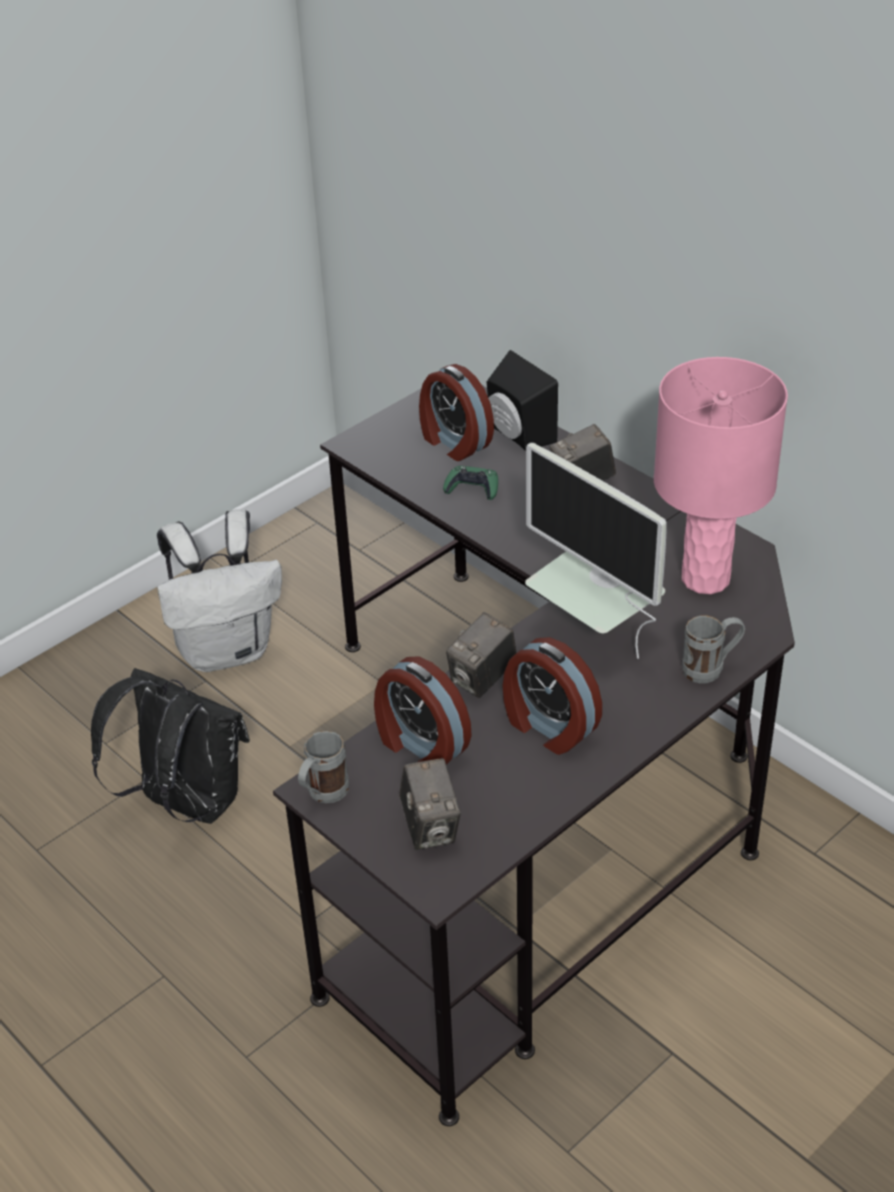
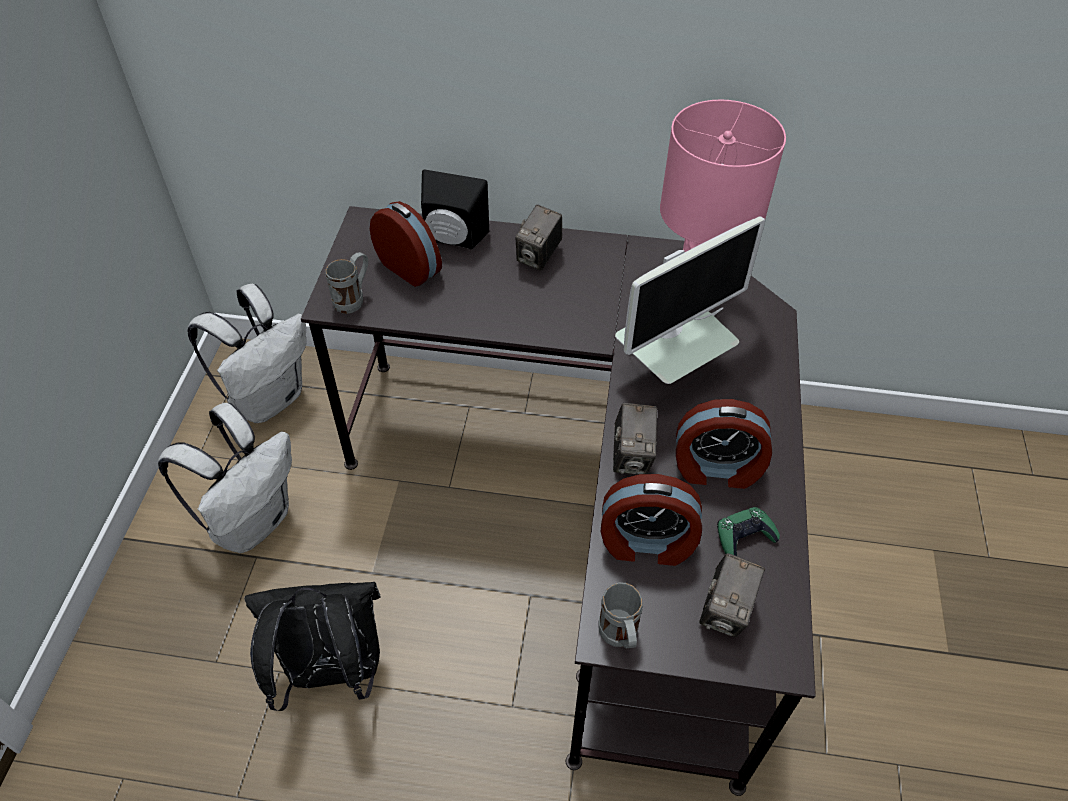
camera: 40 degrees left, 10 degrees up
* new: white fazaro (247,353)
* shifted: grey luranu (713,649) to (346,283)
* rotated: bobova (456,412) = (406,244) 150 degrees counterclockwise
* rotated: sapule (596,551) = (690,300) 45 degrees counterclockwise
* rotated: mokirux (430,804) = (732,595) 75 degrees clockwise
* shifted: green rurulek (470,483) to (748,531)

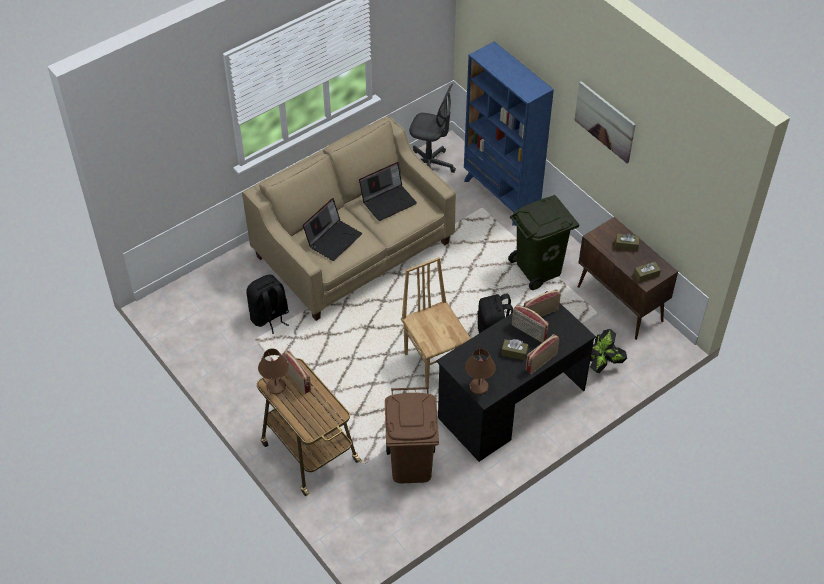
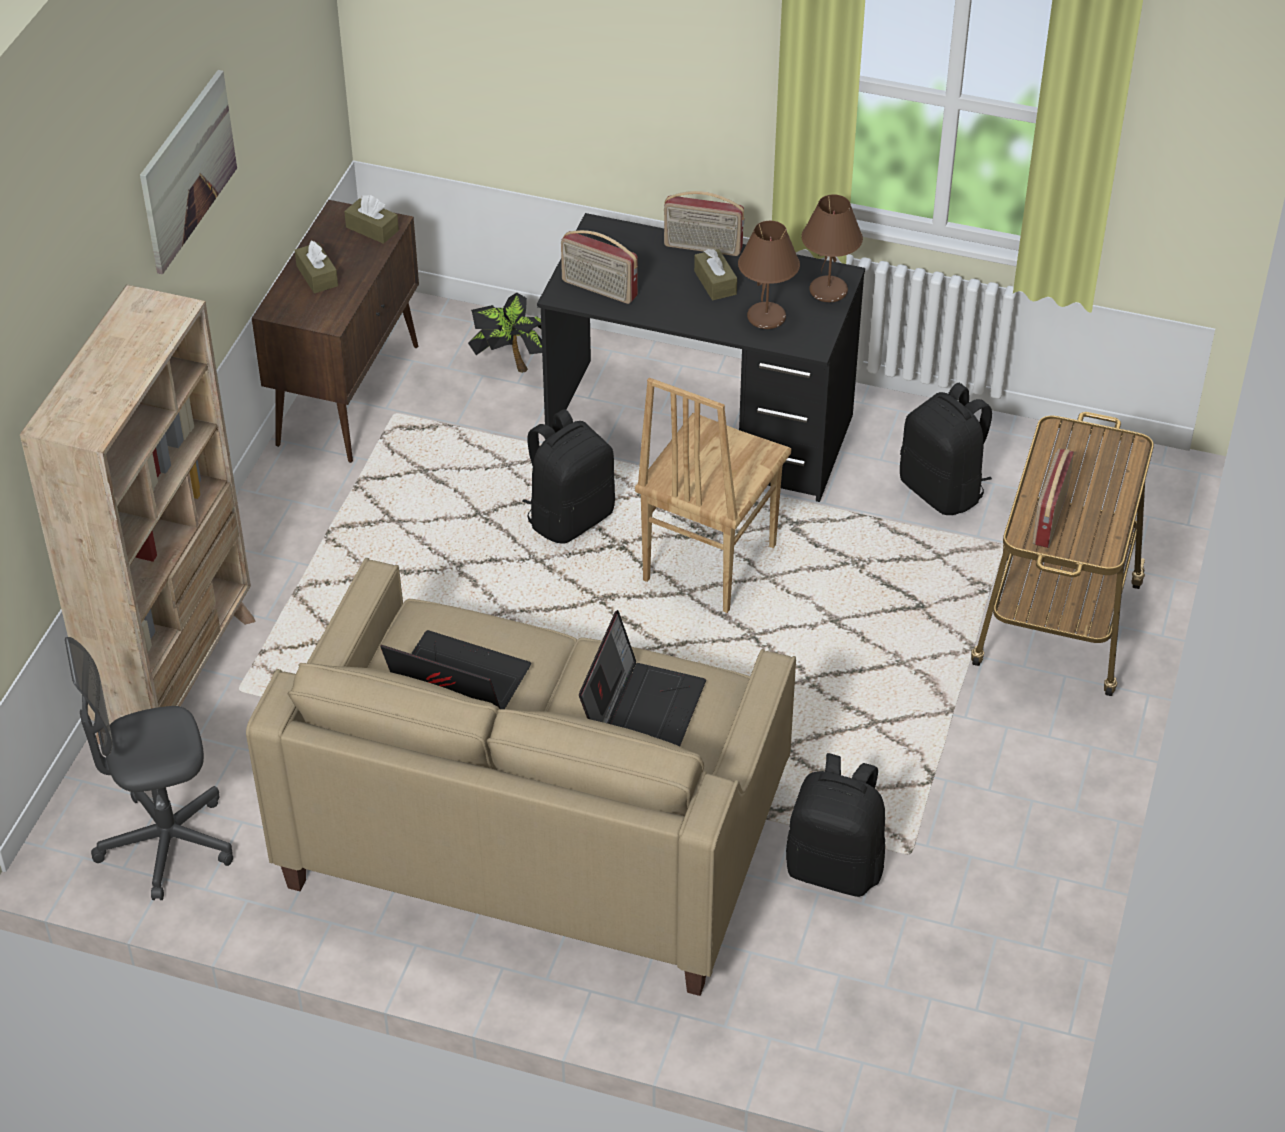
camera: 125 degrees left, 5 degrees down
* repainted: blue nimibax (509,133) to beige nimibax (137,514)
* rotated: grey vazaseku (432,128) = (149,768) 90 degrees counterclockwise
* rotated: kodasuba (332,229) = (642,678) 105 degrees clockwise
* shifted: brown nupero (273,371) to (769,275)
* swapped: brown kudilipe (412,435) to black fazaro (946,449)
* gone: green kudilipe (543,242)
* gone: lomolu (530,324)

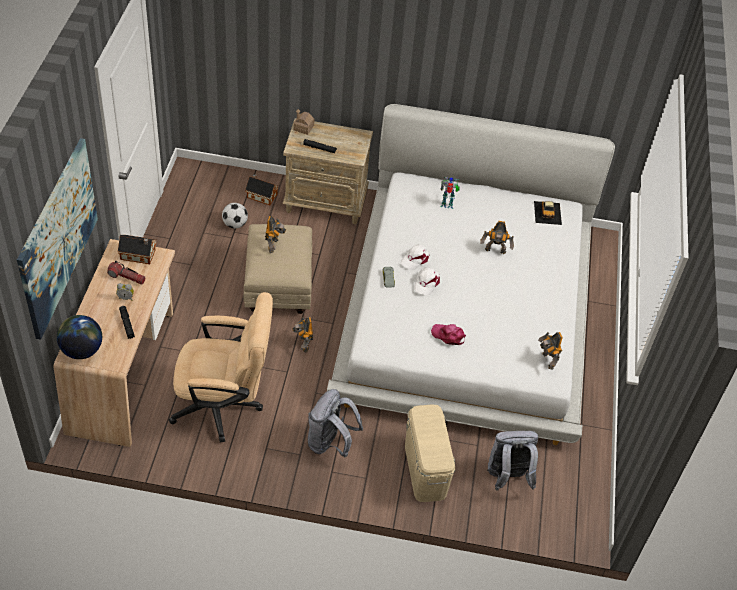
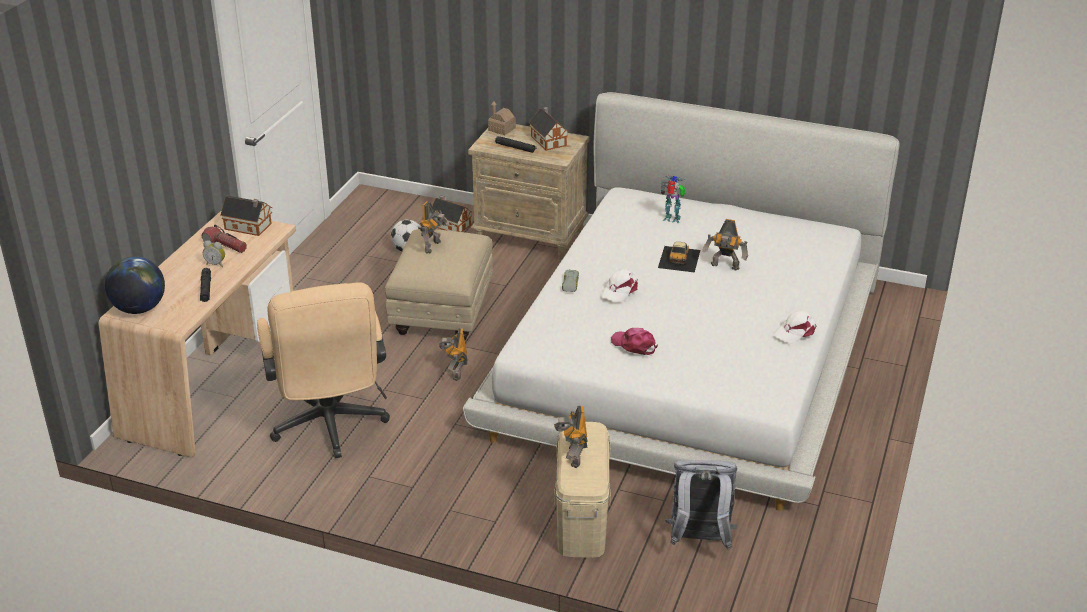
camera: 15 degrees right, 15 degrees down
* rotated: beige vazaseku (221,367) = (323,370) 60 degrees clockwise
* new: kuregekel (548,129)
* shifted: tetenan (550,351) to (571,436)
* shifted: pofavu (548,213) to (679,257)
* shifted: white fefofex (415,257) to (794,327)
* gone: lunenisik (57,239)
* gone: grey fazaro (335,423)

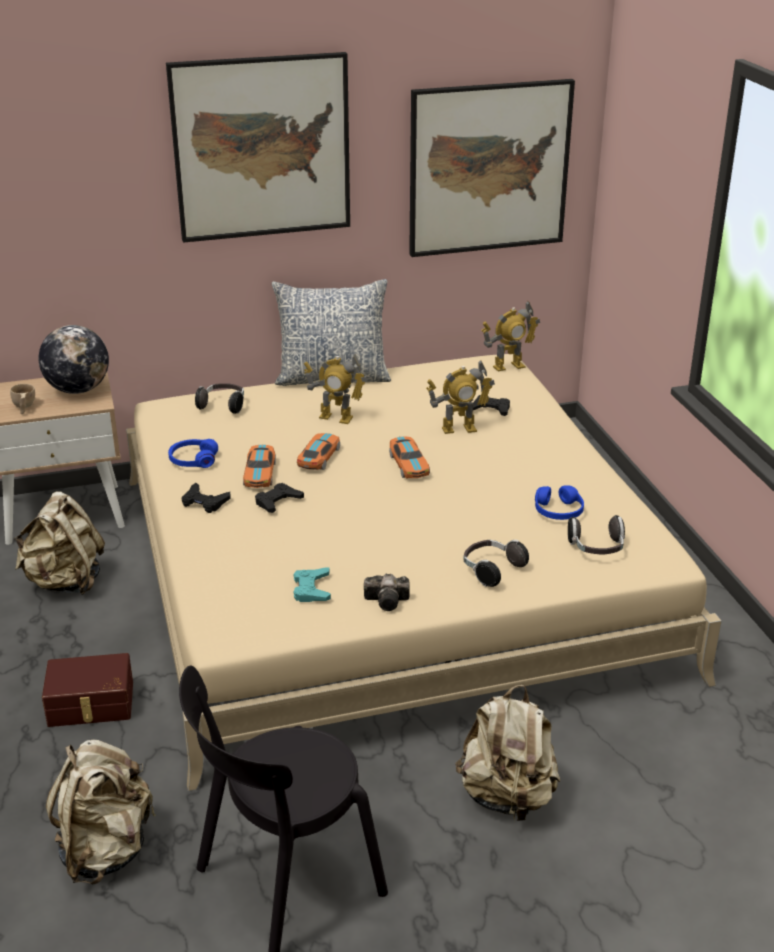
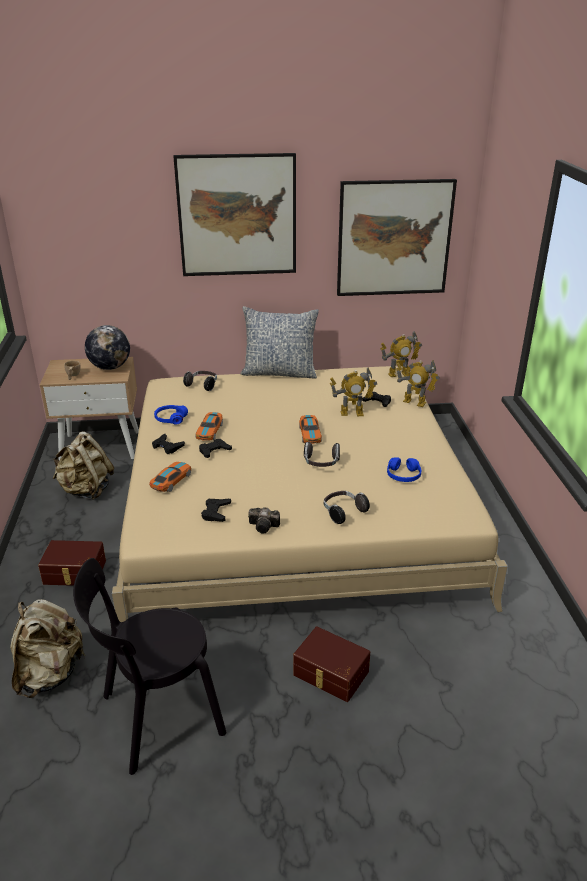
camera: 10 degrees right, 0 degrees up
* shifted: pofavu (318,451) to (170,477)
* repainted: turquoise rurulek (312,585) to black rurulek (216,510)
* swapped: beige fazaro (507,754) to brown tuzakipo (331,664)
* shifted: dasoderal (596,534) to (322,454)
* shifted: tetenan (335,389) to (418,383)

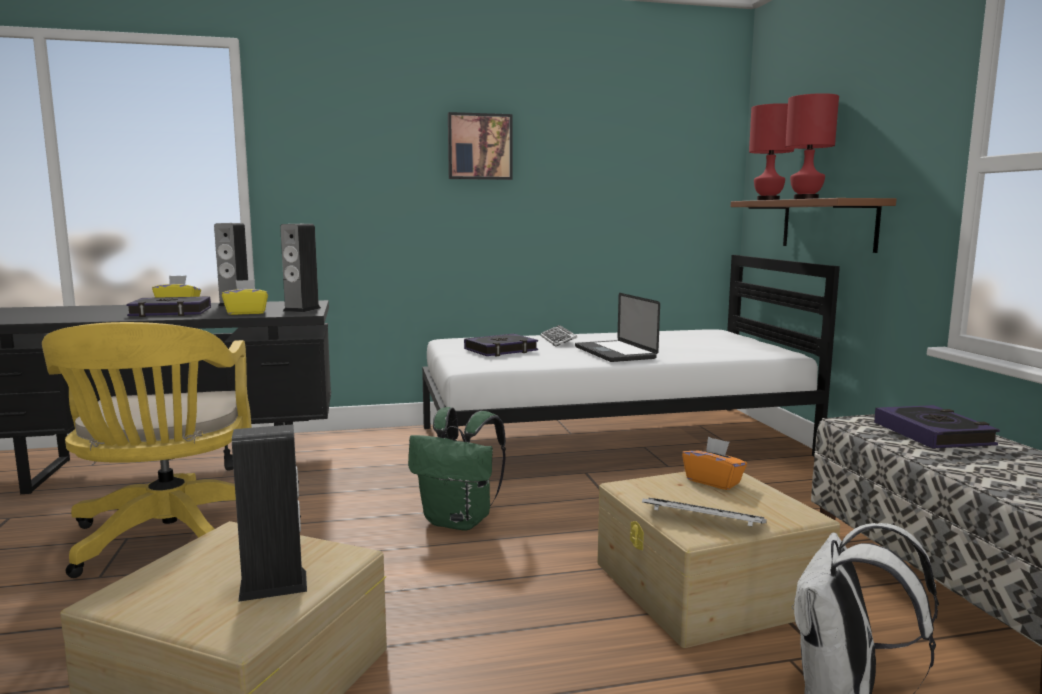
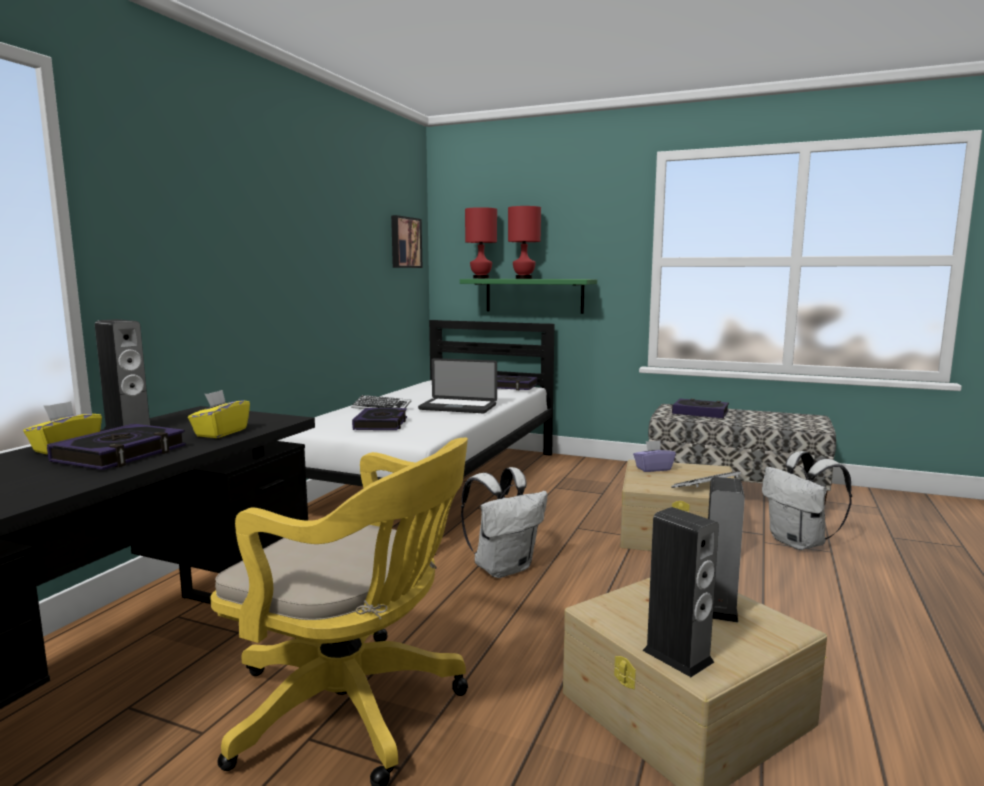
camera: 55 degrees left, 0 degrees up
* shifted: lunenisik (480,146) to (406,241)
* repainted: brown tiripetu (813,225) to green tiripetu (528,296)
* repainted: green fazaro (457,469) to white fazaro (504,522)
* new: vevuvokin (517,382)
* repainted: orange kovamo (714,463) to purple kovamo (654,456)
* shifted: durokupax (300,268) to (680,592)

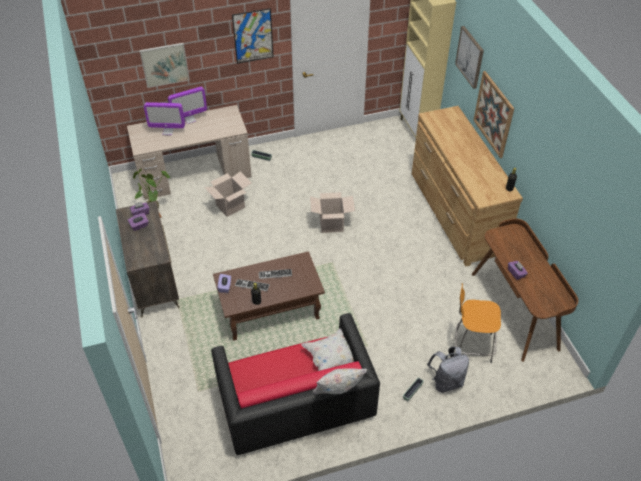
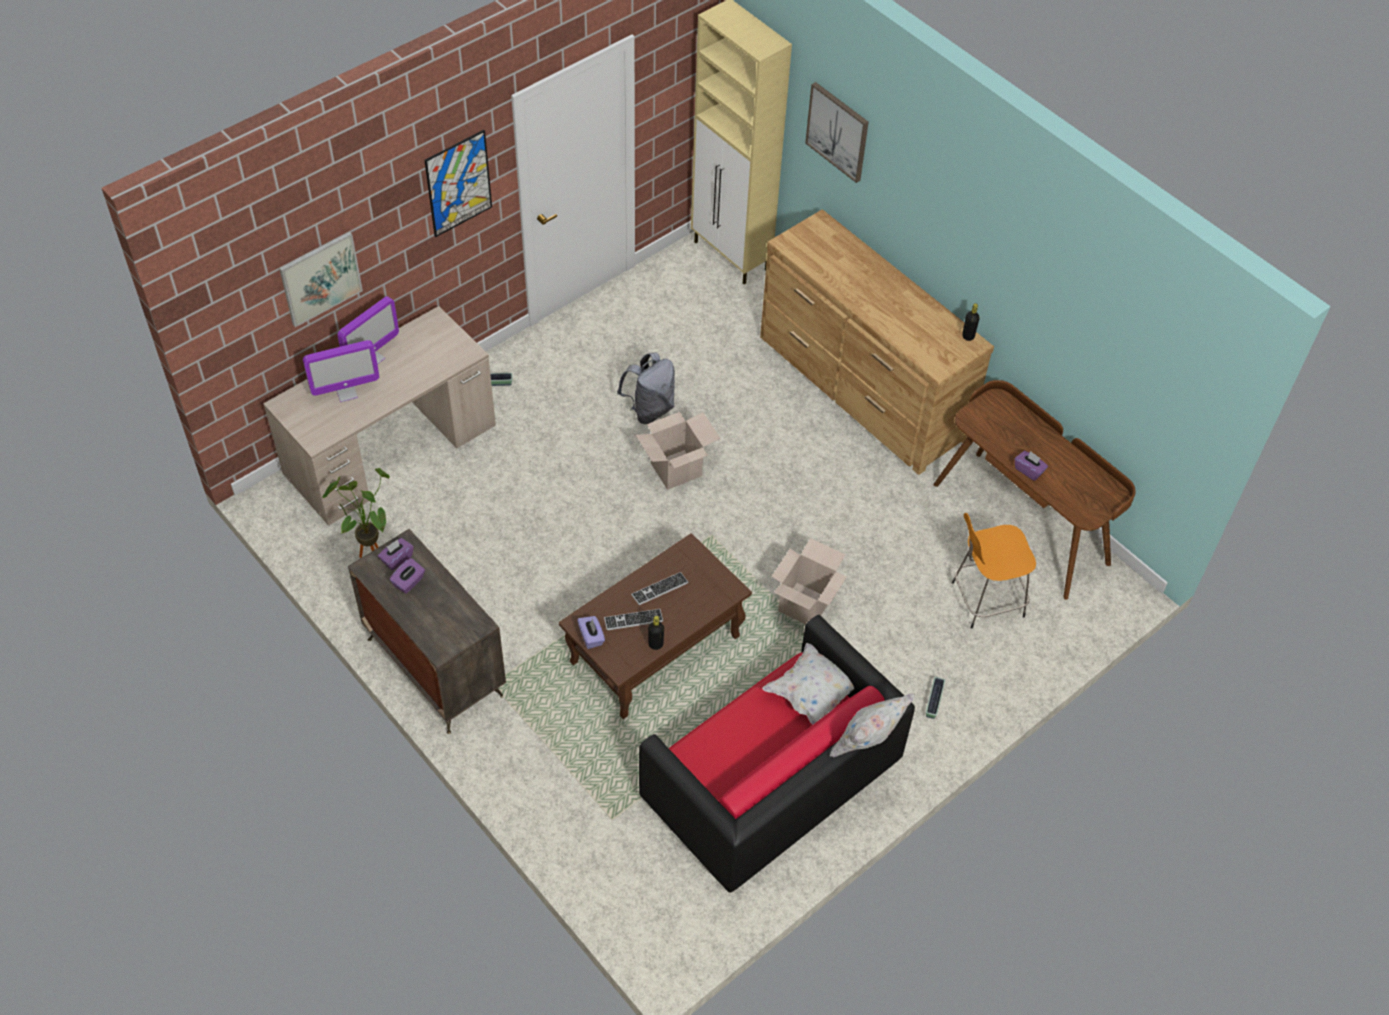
camera: 25 degrees left, 5 degrees up
* shifted: grey fazaro (448,370) to (646,388)
* shifted: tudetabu (227,194) to (809,581)
* gone: lunenisik (493,114)

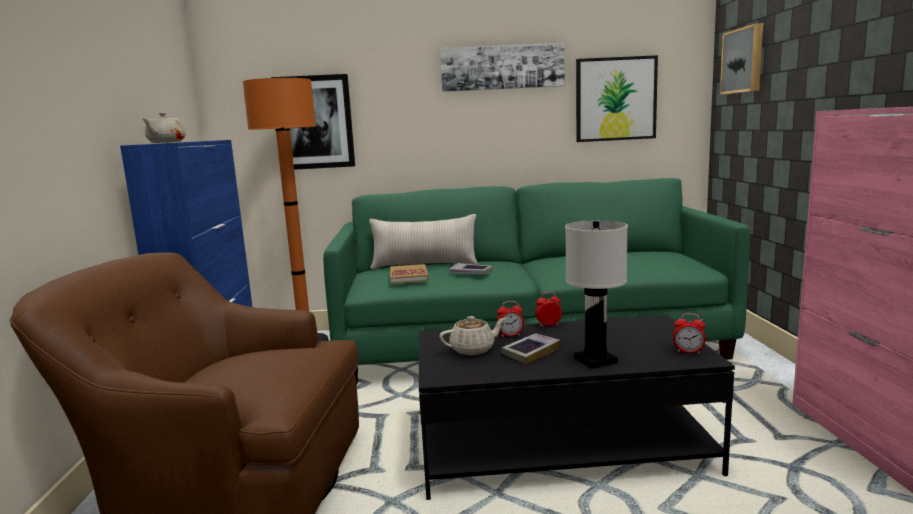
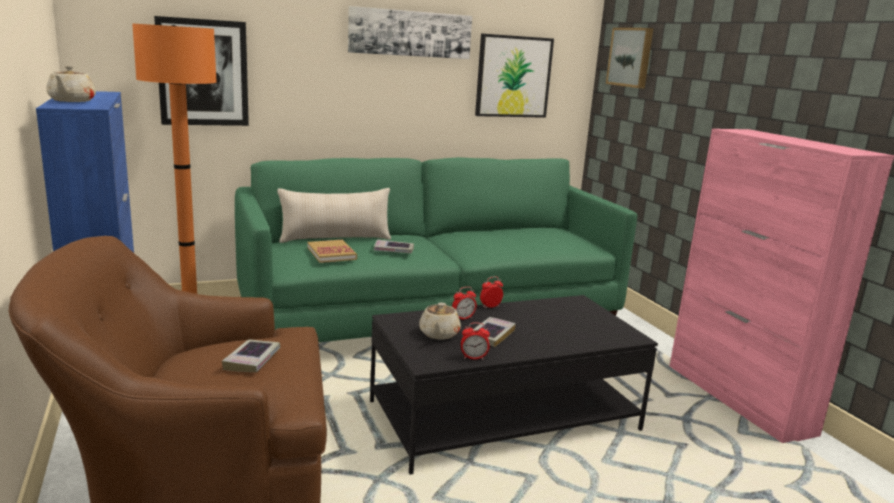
camera: 20 degrees left, 5 degrees up
* new: vevuvokin (251,355)
* rotated: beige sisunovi (472,336) = (440,321) 135 degrees clockwise
* shifted: bobova (689,333) to (475,341)
* gone: white nupero (596,294)

